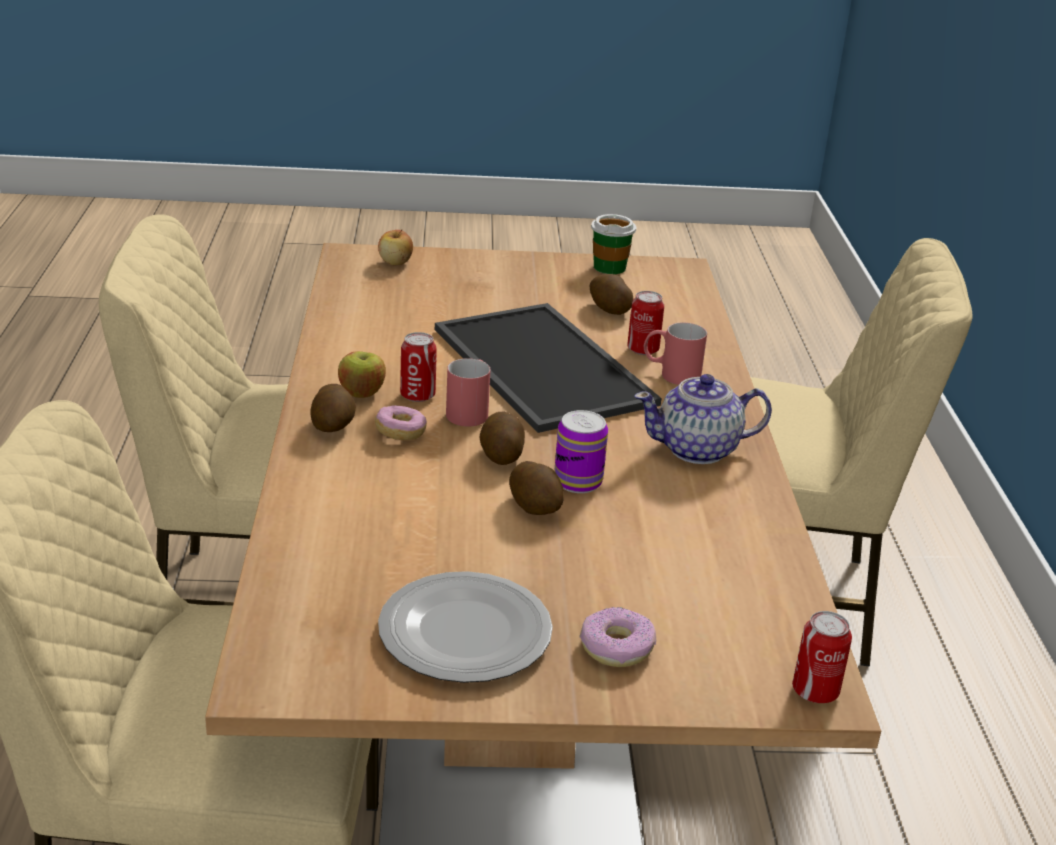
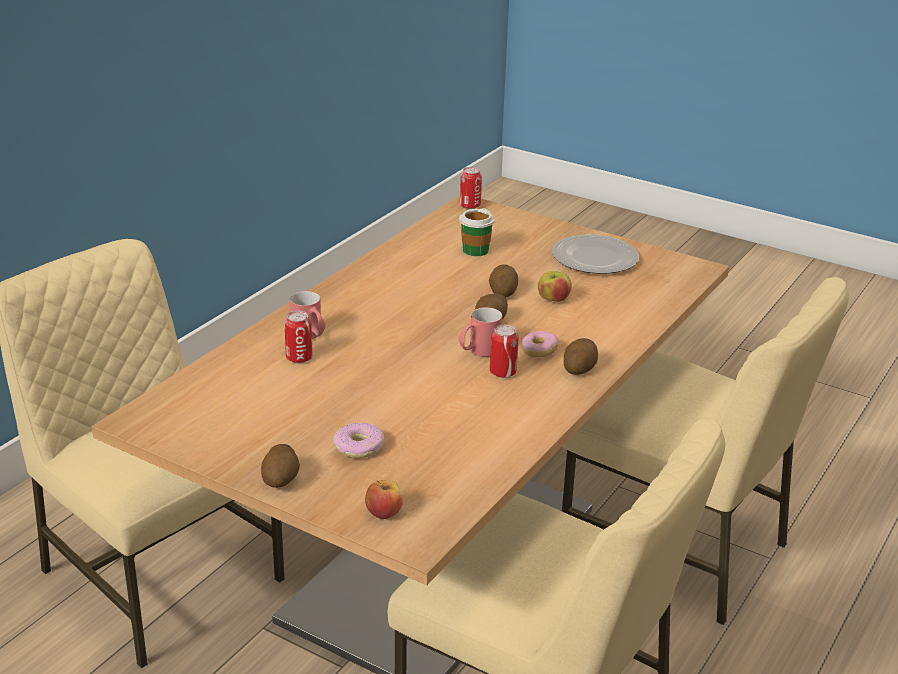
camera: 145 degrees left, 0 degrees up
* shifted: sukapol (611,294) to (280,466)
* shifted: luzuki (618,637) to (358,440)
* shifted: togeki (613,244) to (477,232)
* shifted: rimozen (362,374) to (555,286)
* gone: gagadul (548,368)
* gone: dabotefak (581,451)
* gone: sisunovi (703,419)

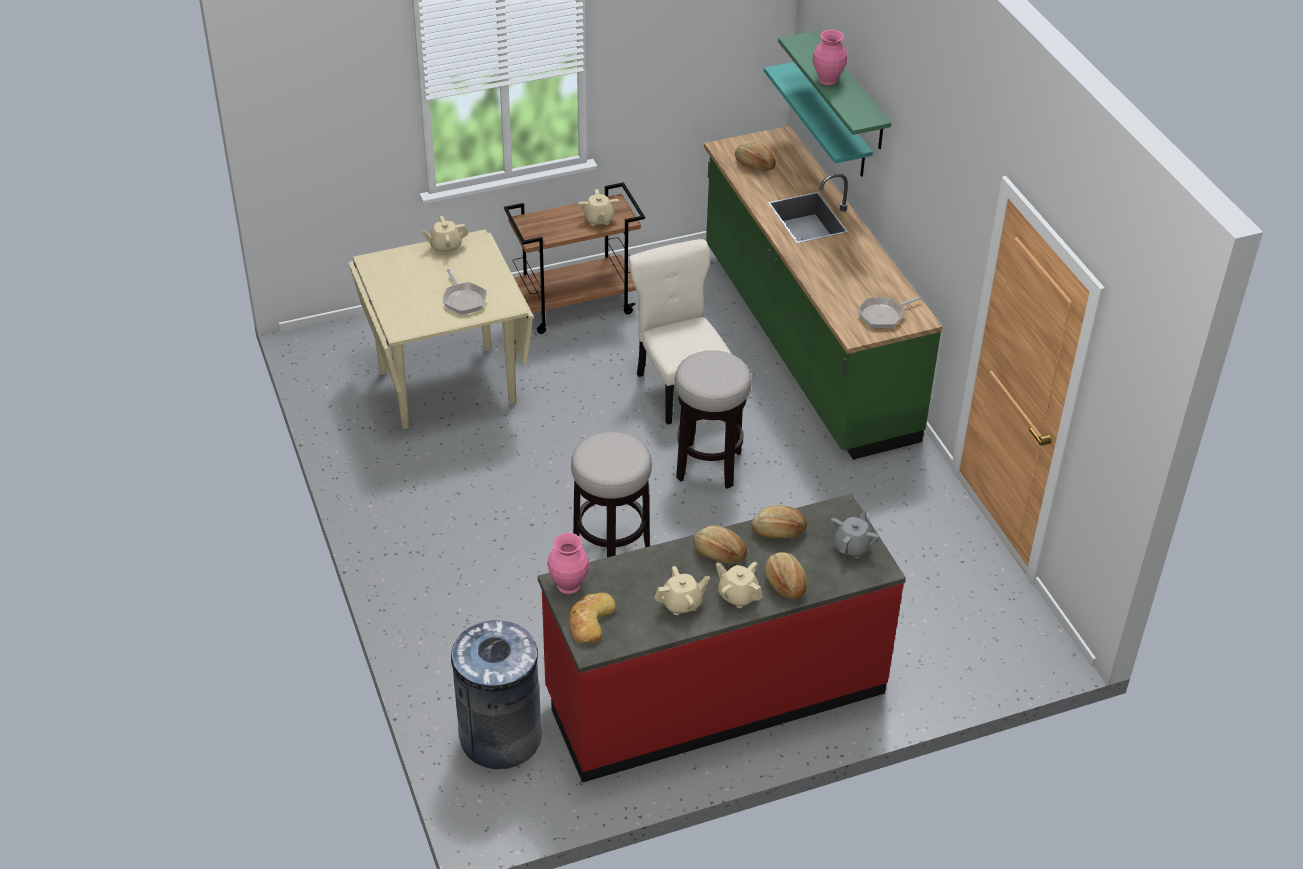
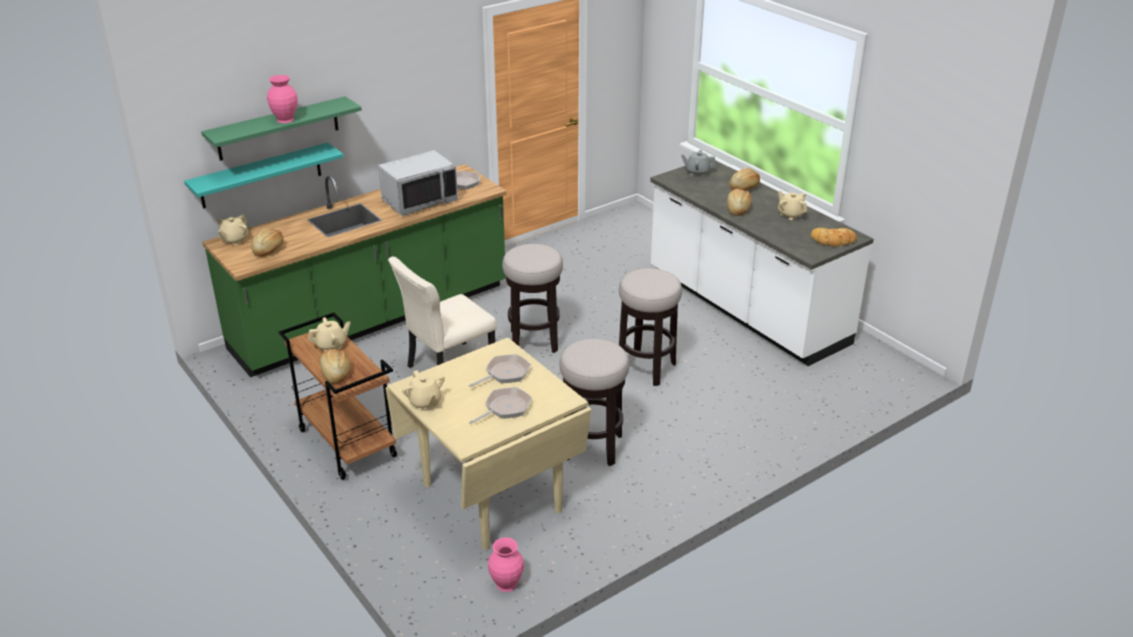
camera: 105 degrees left, 10 degrees down
* shifted: beige sisunovi (739,585) to (232,229)
* shifted: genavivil (779,522) to (335,366)
* new: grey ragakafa (418,183)
* new: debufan (500,405)
* shifted: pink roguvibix (568,563) to (506,564)
* new: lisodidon (594,402)
* repainted: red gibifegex (722,638) to white gibifegex (762,262)
* gone: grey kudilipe (496,694)

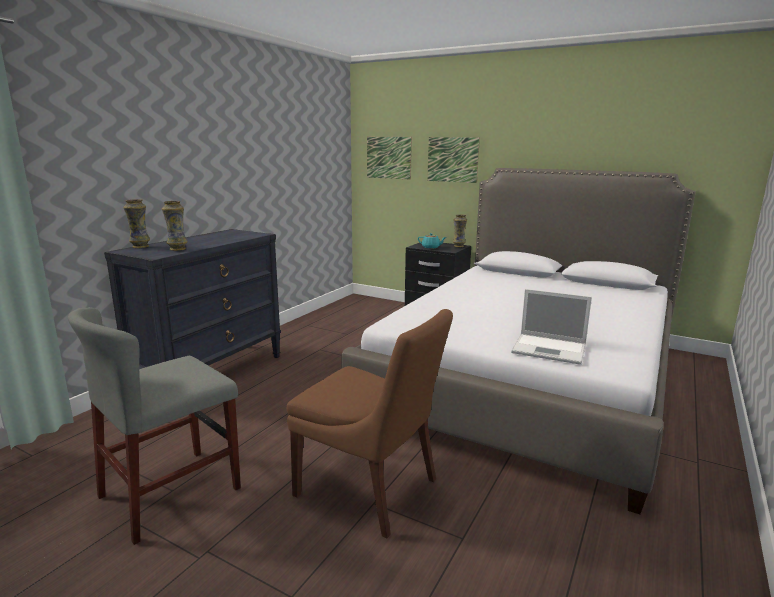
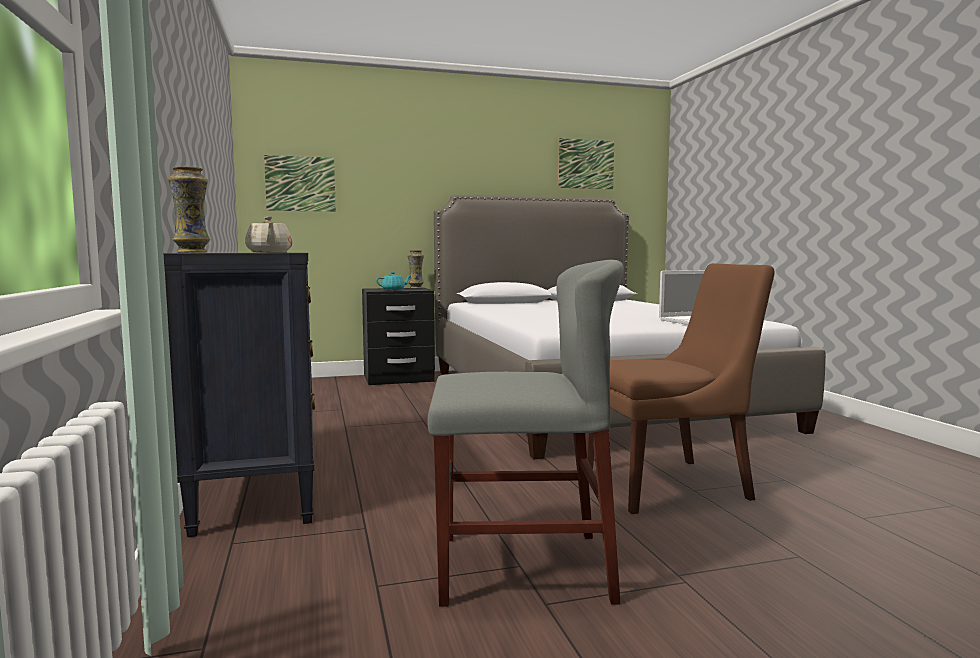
camera: 45 degrees left, 10 degrees down
* swapped: roguvibix (175,226) to beige sisunovi (269,234)
* rotated: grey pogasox (154,426) = (526,433) 90 degrees counterclockwise
* shifted: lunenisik (453,160) to (586,163)

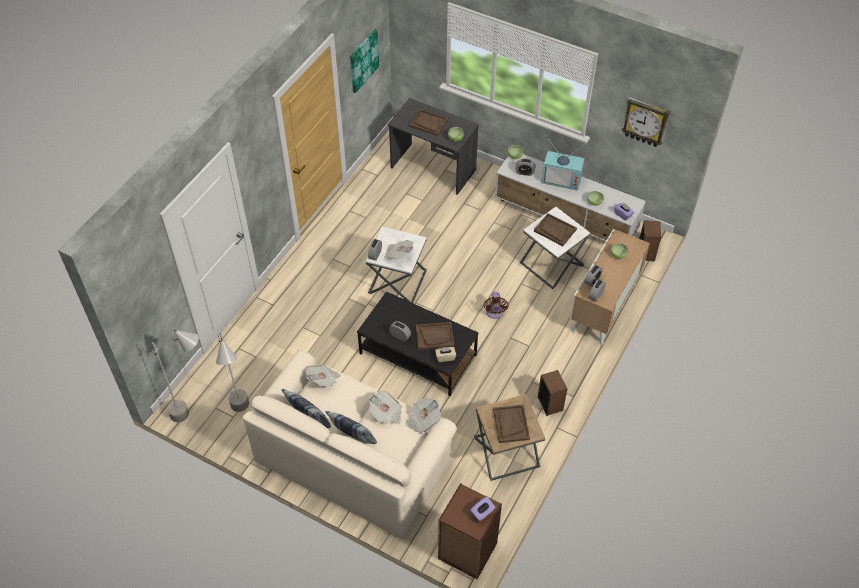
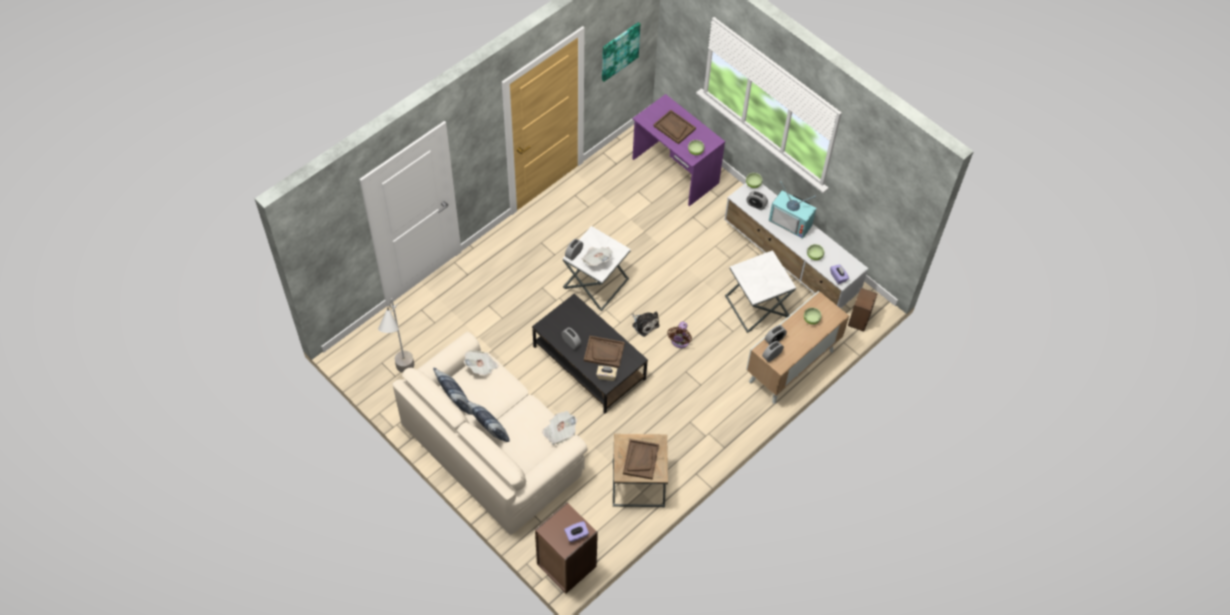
camera: 15 degrees right, 5 degrees up
* new: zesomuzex (645,324)
* repainted: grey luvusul (433,146) to purple luvusul (678,150)
* gone: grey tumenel (174,376)
* gone: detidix (385,407)
* gone: brown gagadul (555,229)
* gone: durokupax (552,393)
* gone: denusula (645,122)

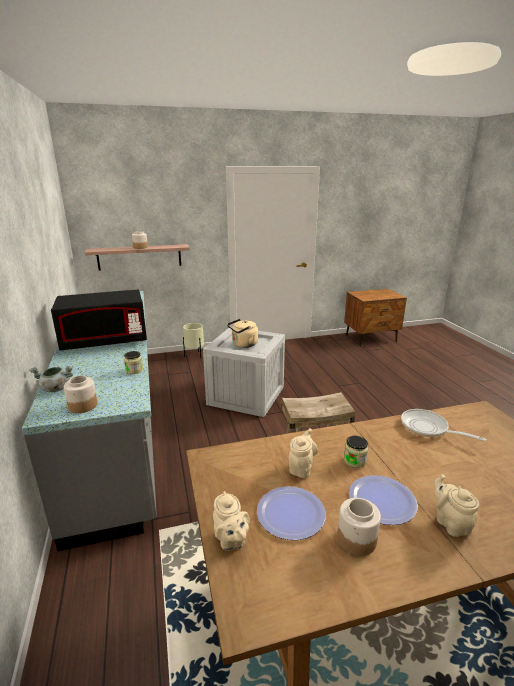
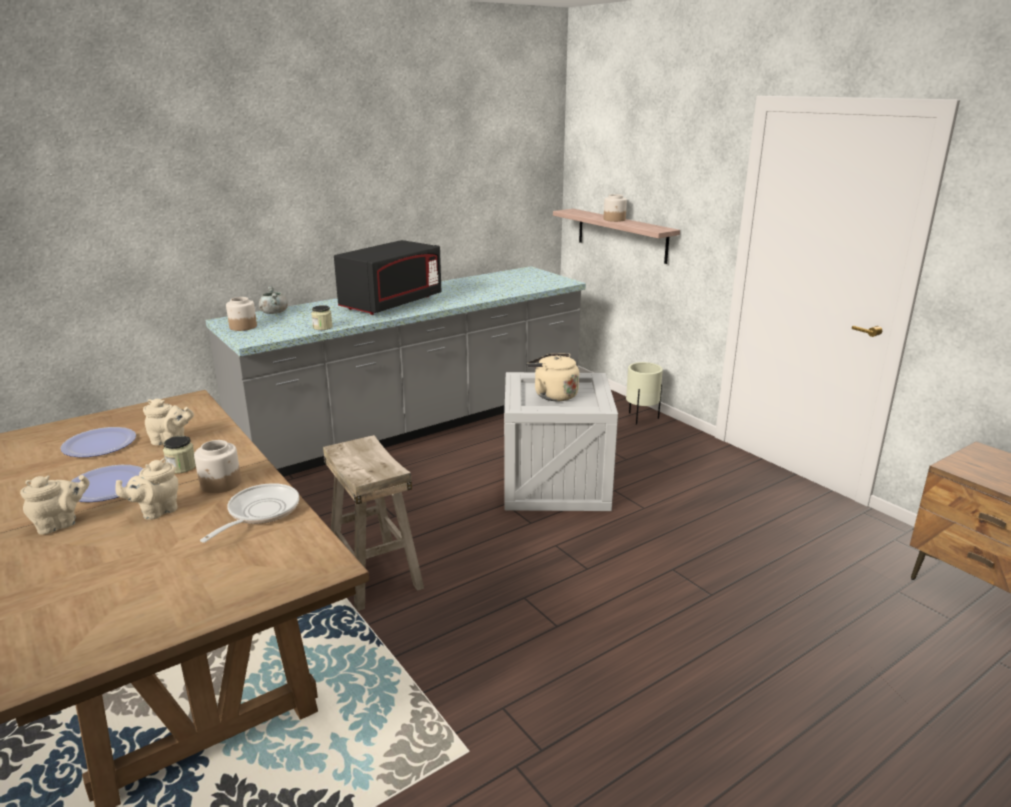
camera: 70 degrees right, 0 degrees up
* shifted: beige sisunovi (231,521) to (146,489)
* shifted: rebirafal (359,527) to (217,466)
* rotated: black ragakafa (99,320) = (387,277) 105 degrees counterclockwise

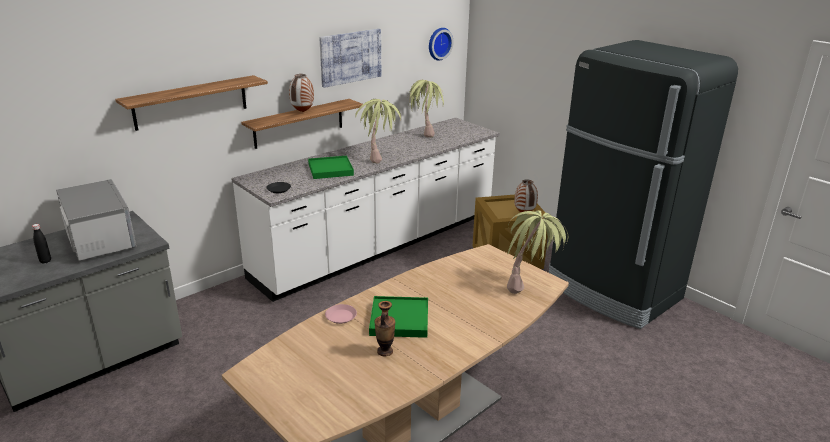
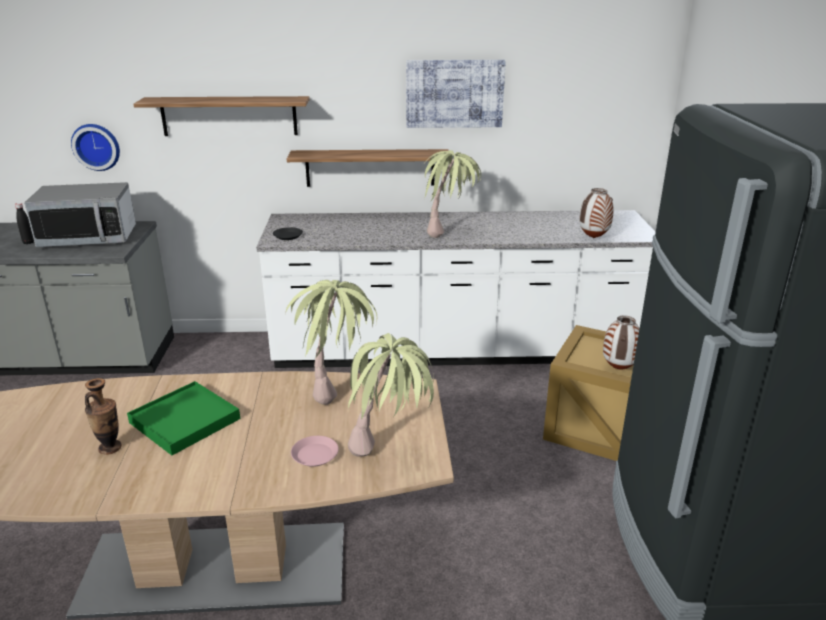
camera: 40 degrees right, 0 degrees up
* rotated: ragakafa (96,220) = (80,214) 75 degrees clockwise
* shifted: denusula (441,44) to (95,147)
* shifted: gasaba (425,109) to (331,342)
* shifted: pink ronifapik (341,314) to (315,451)
* shifted: roguvibix (301,93) to (596,213)
* gone: green gagadul (331,167)

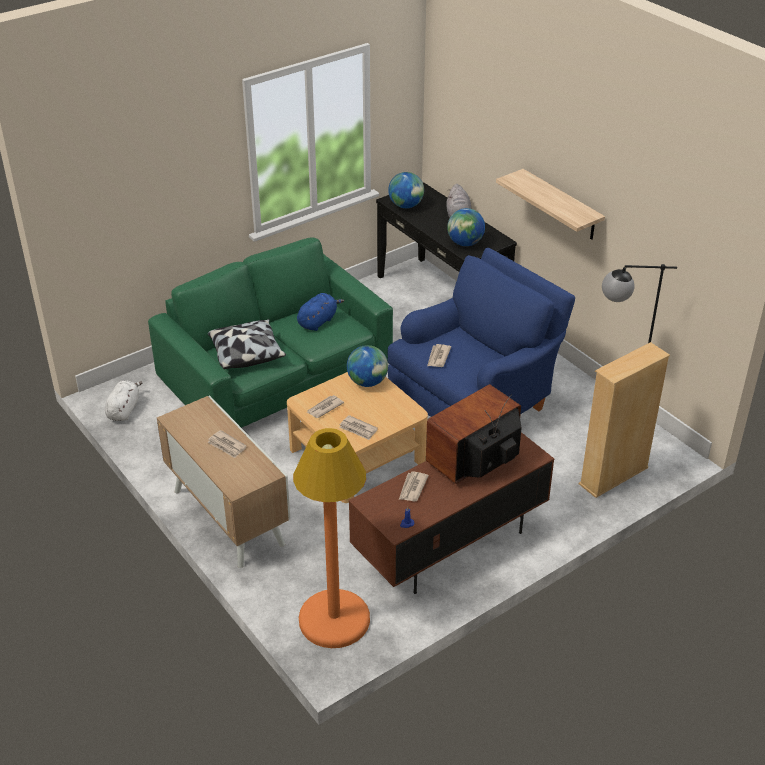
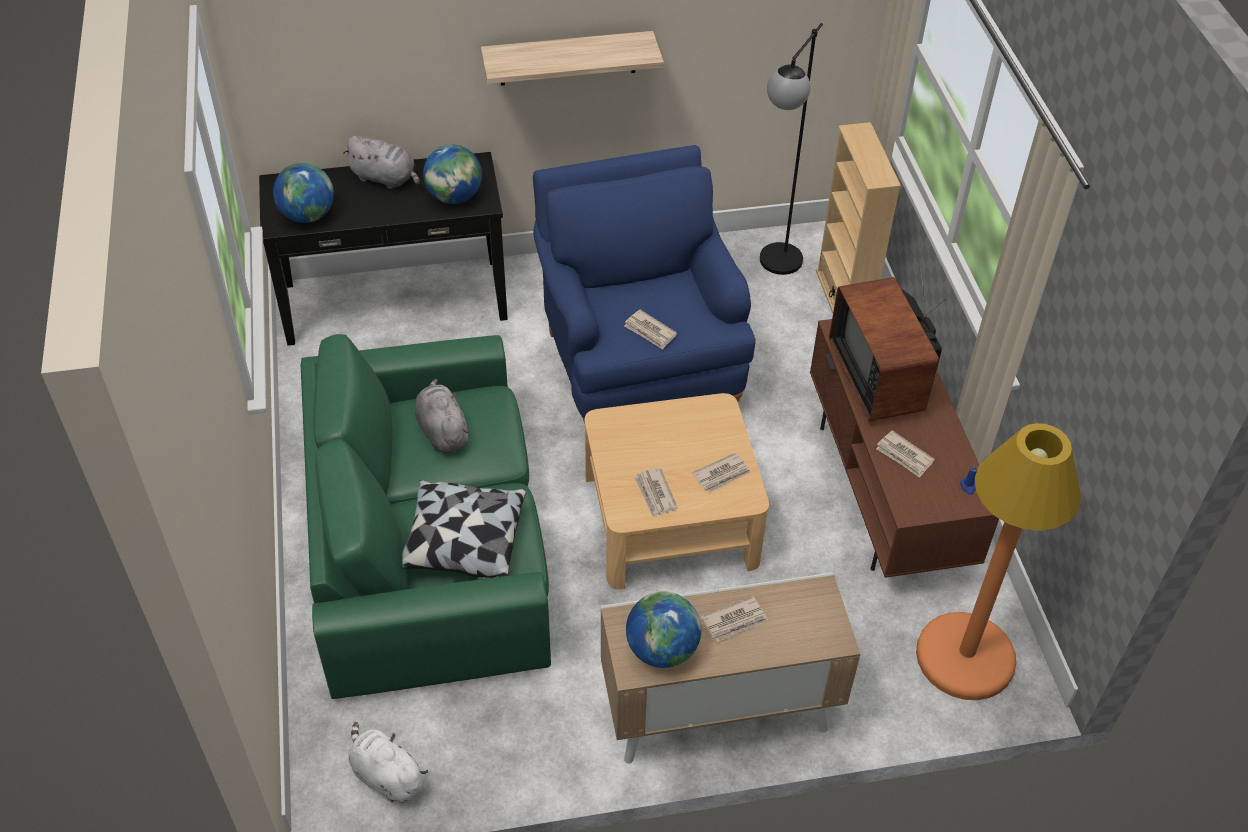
camera: 65 degrees left, 10 degrees up
* repainted: blue zesomuzex (320,312) to grey zesomuzex (442,416)
* shifted: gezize (367,366) to (663,629)

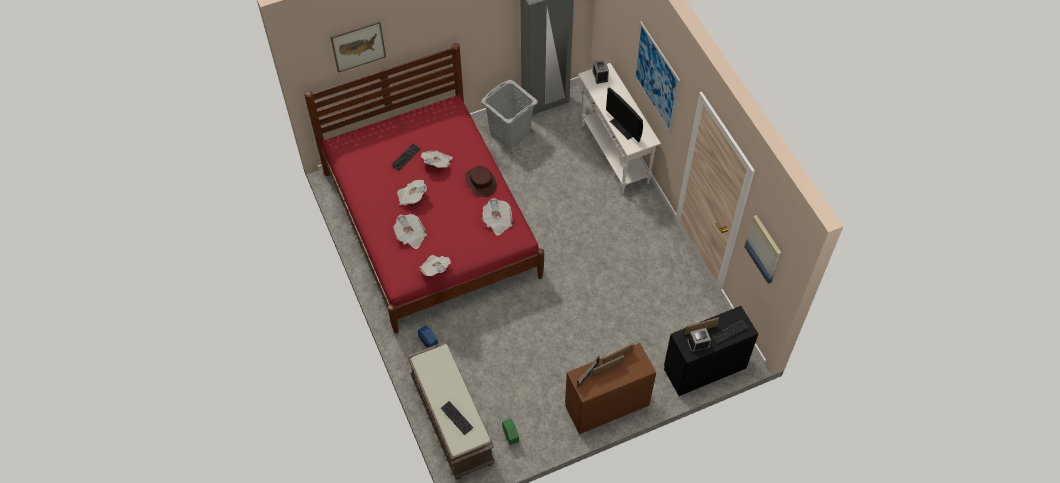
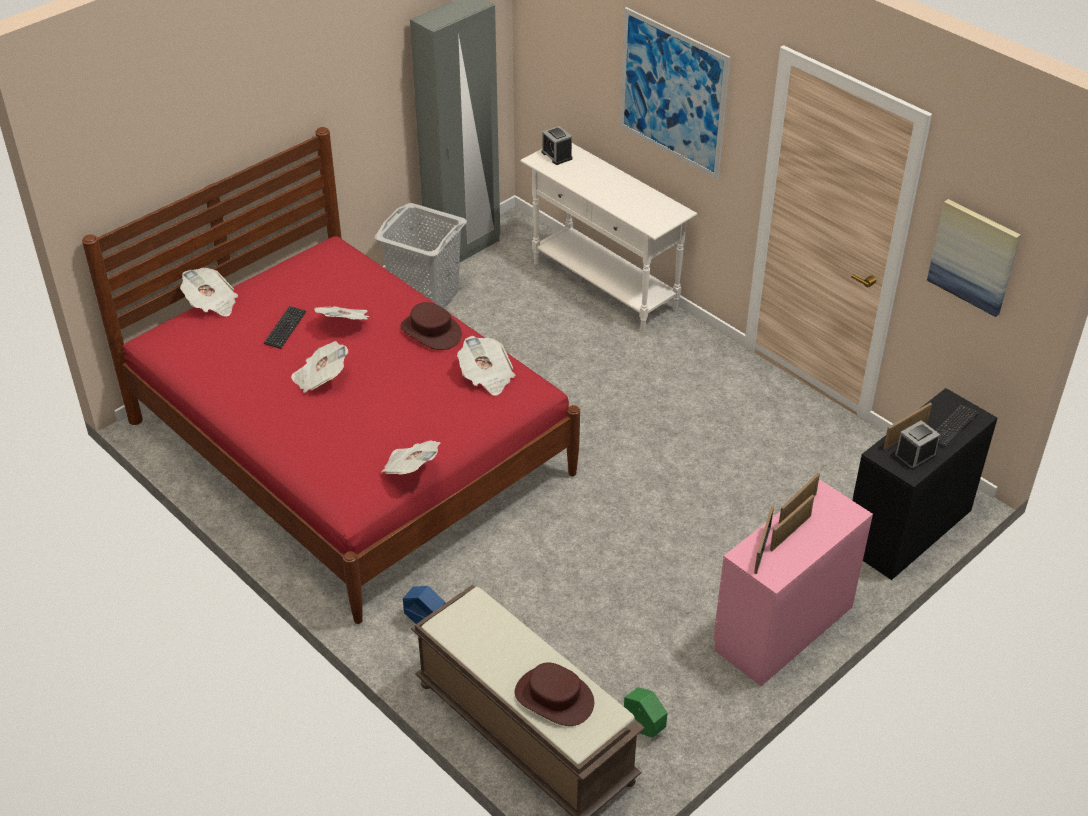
camera: 20 degrees left, 15 degrees down
* shifted: detidix (410,231) to (209,292)
* swapped: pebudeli (457,418) to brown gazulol (554,694)
* repainted: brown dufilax (610,388) to pink dufilax (793,583)
* gone: lunenisik (358,47)
* gone: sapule (624,114)

